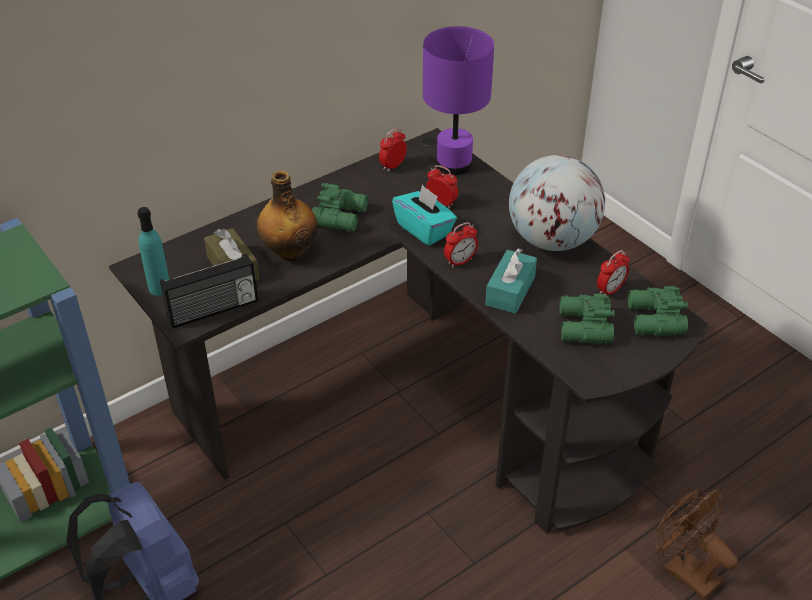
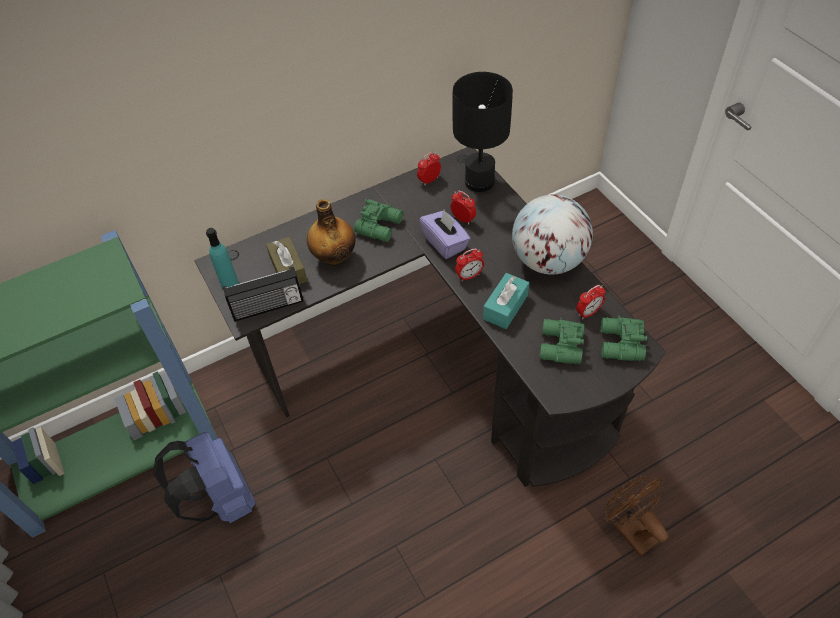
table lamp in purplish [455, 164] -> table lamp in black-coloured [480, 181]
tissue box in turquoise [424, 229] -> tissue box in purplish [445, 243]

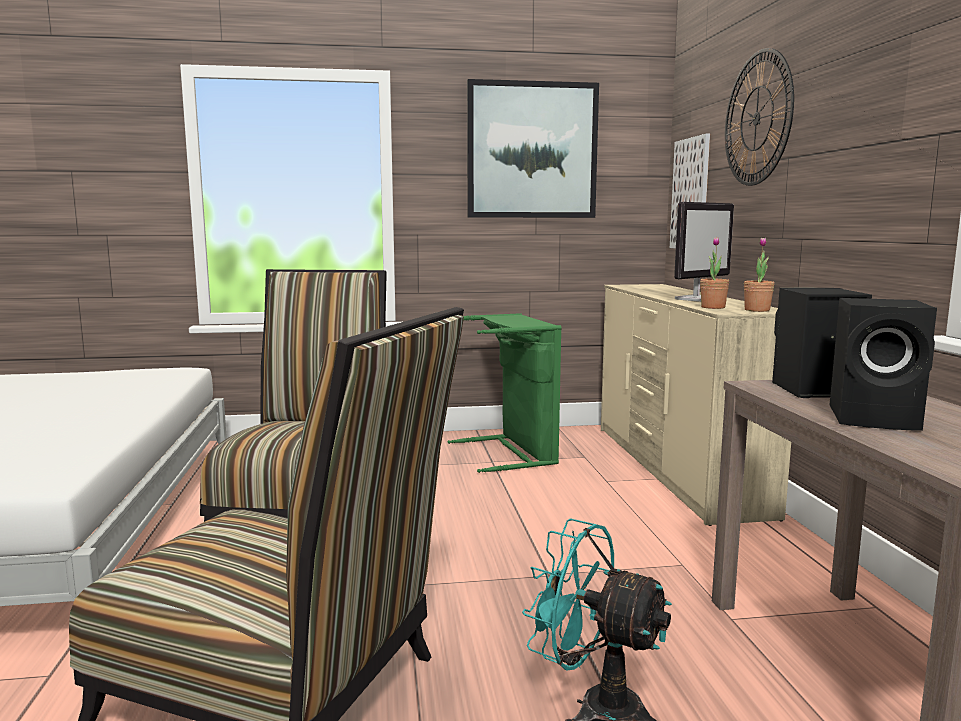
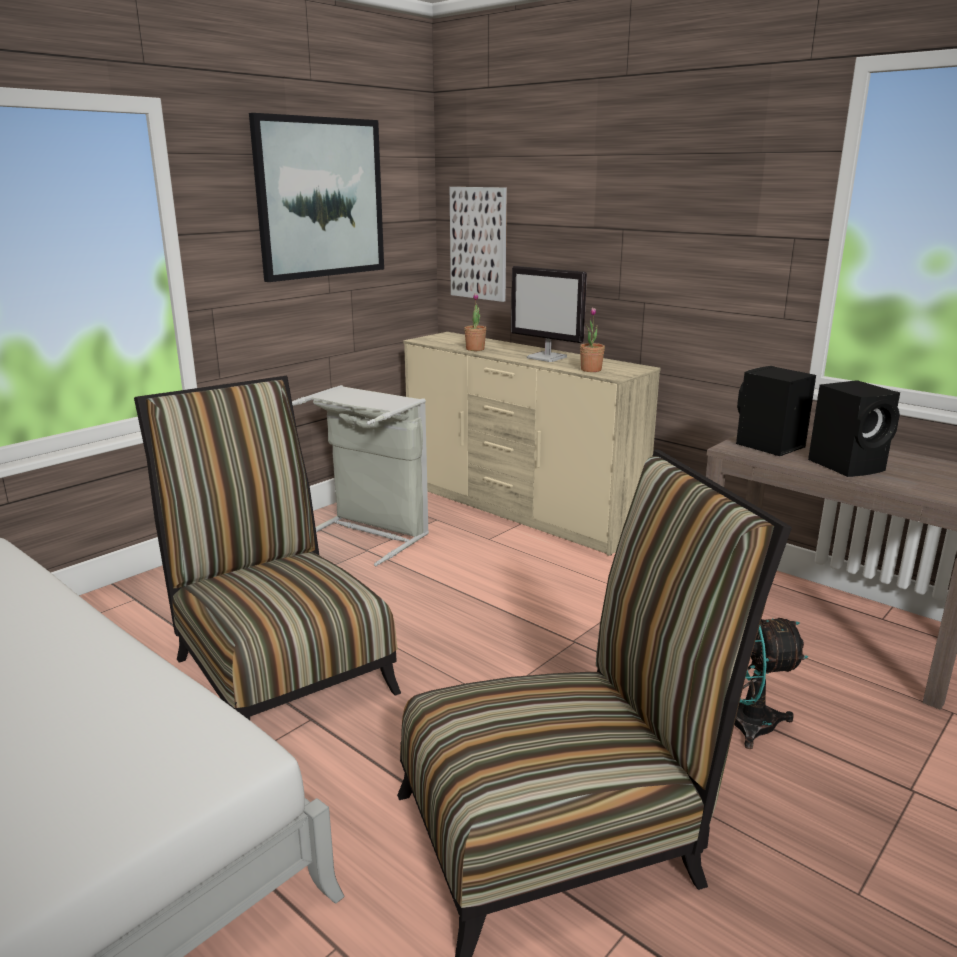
clock on the wall [757, 118] -> none
monitor [697, 299] -> monitor [547, 358], 120 degrees clockwise
plant in a pot [757, 310] -> plant in a pot [475, 349], relocated
washing basket in green-coloured [512, 452] -> washing basket in gray [370, 534]

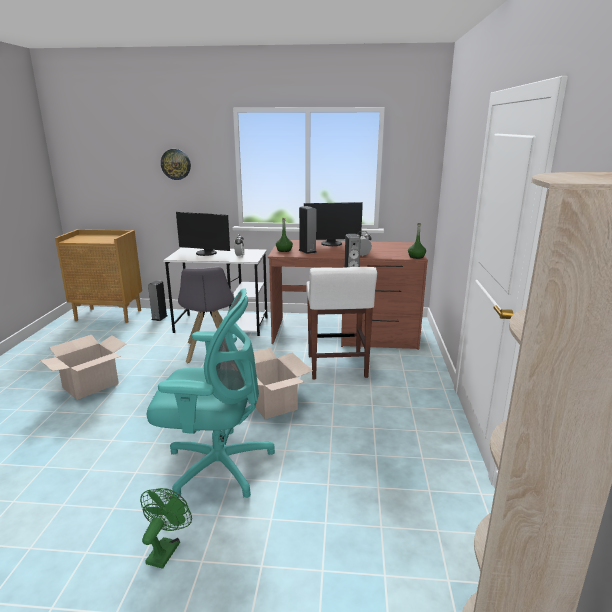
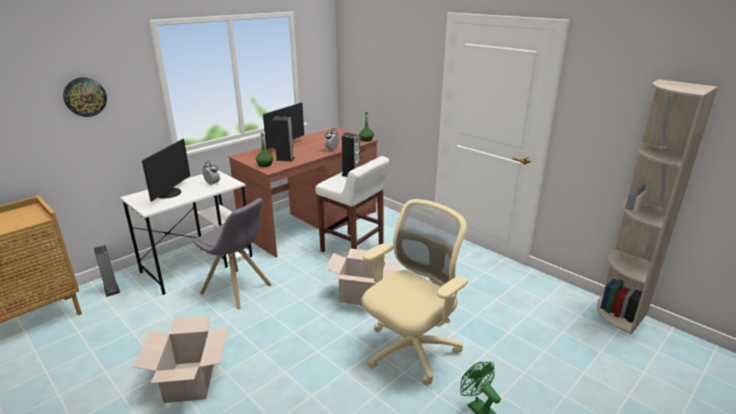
monitor [205, 253] -> monitor [170, 193], 45 degrees counterclockwise
computer chair in turquoise [212, 466] -> computer chair in sand-coloured [409, 354]

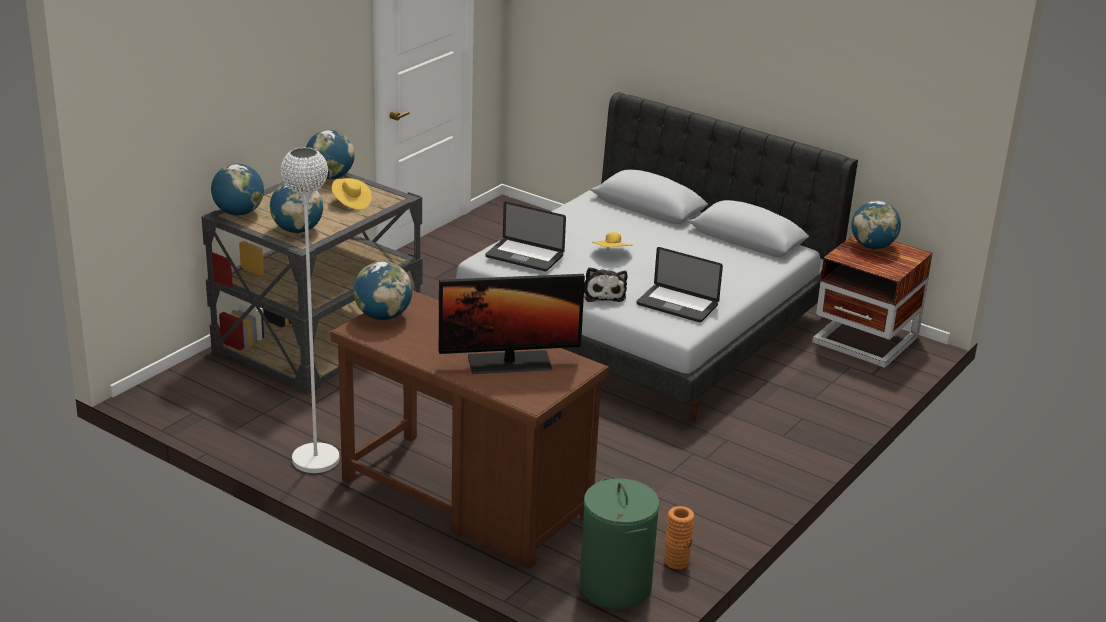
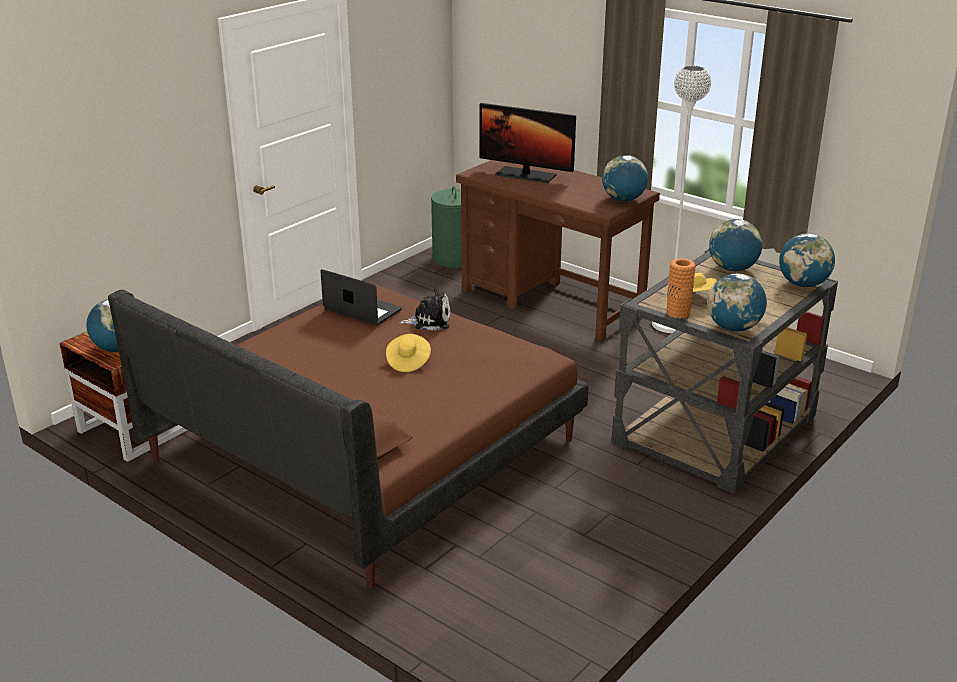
bed in gray [645, 322] -> bed in brown [366, 449]
laptop [524, 256] -> none
cuddly toy [603, 294] -> cuddly toy [429, 321], 90 degrees clockwise
monitor [509, 362] -> monitor [525, 175], 150 degrees counterclockwise
vase in orangey [676, 561] -> vase in orangey [678, 313], relocated

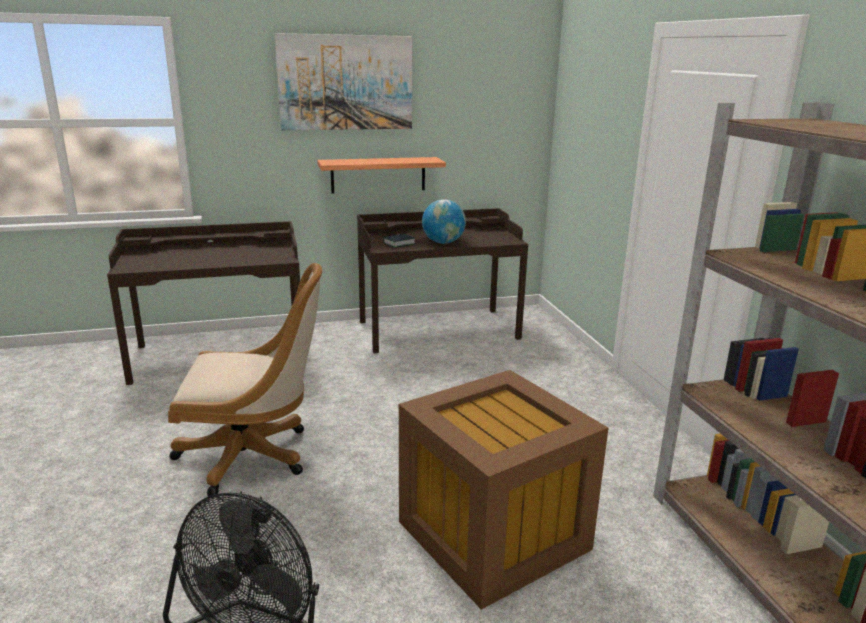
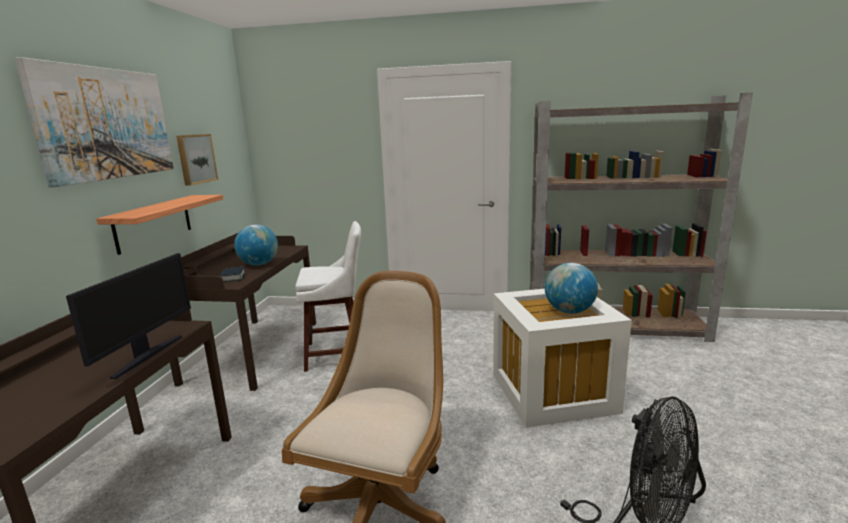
storage container in brown [493, 537] -> storage container in white [555, 393]
none -> wall art [195, 159]
none -> chair in white [338, 353]
none -> monitor [146, 356]
none -> globe [569, 311]

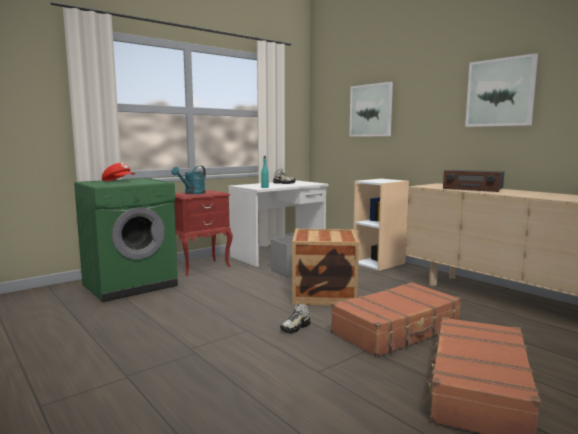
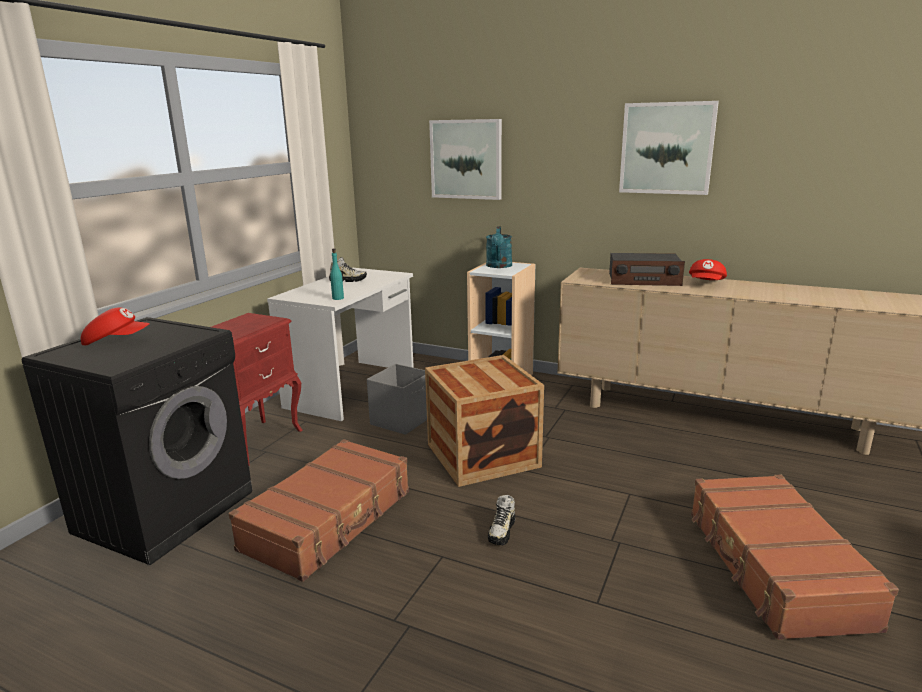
watering can in turquoise [192, 193] -> watering can in turquoise [499, 266], relocated
washing machine in green-coloured [131, 285] -> washing machine in black-coloured [168, 512]
suitcase in brown [397, 330] -> suitcase in brown [329, 520], relocated
none -> cap in reddish [706, 284]

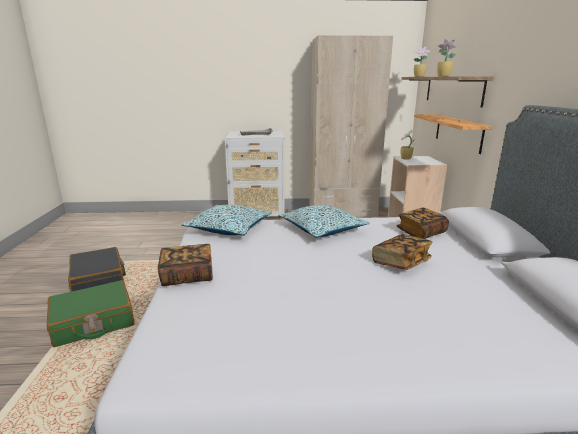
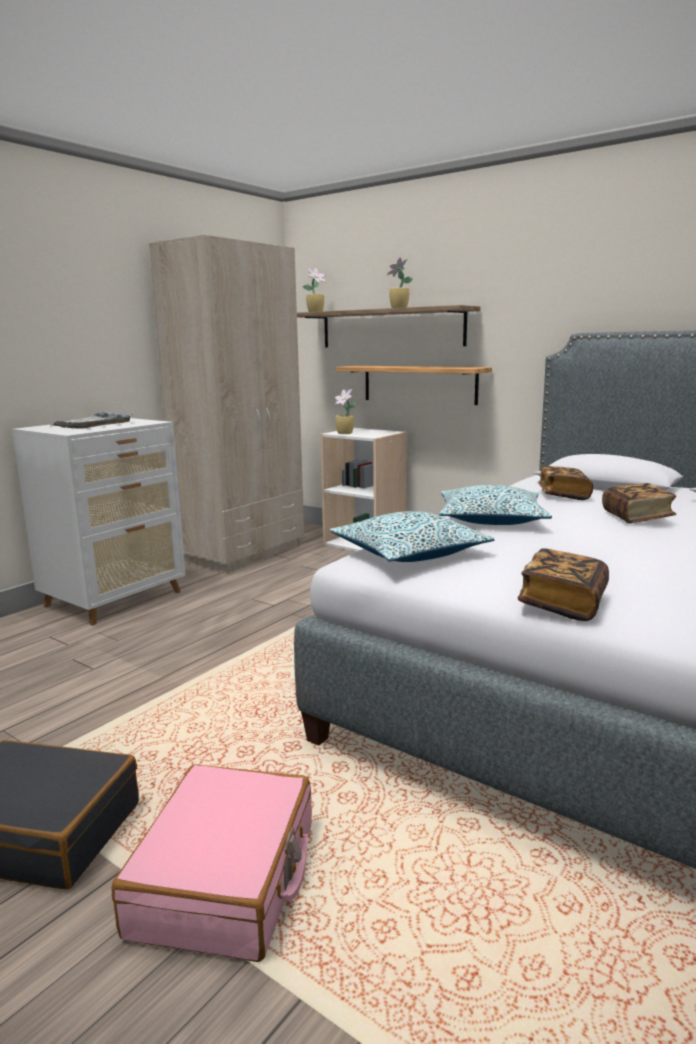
suitcase in green-coloured [93, 322] -> suitcase in pink-coloured [226, 879]

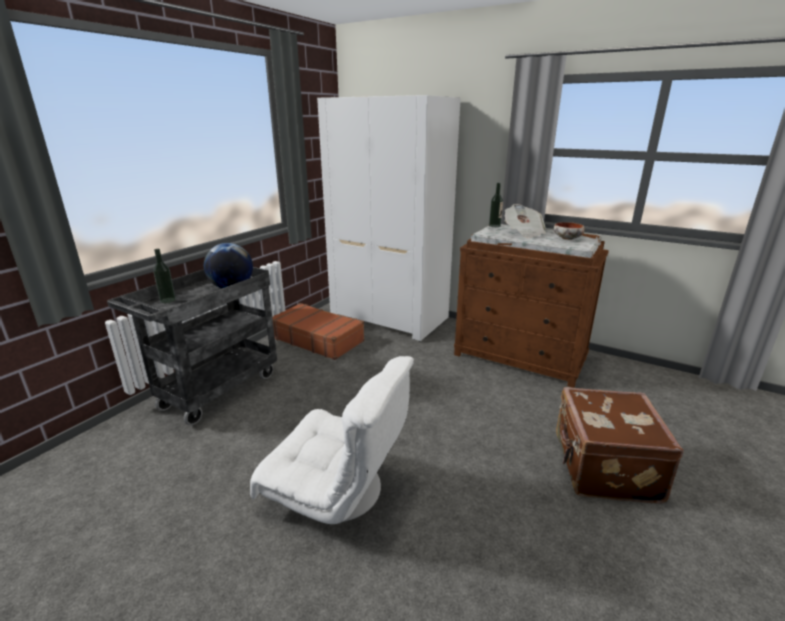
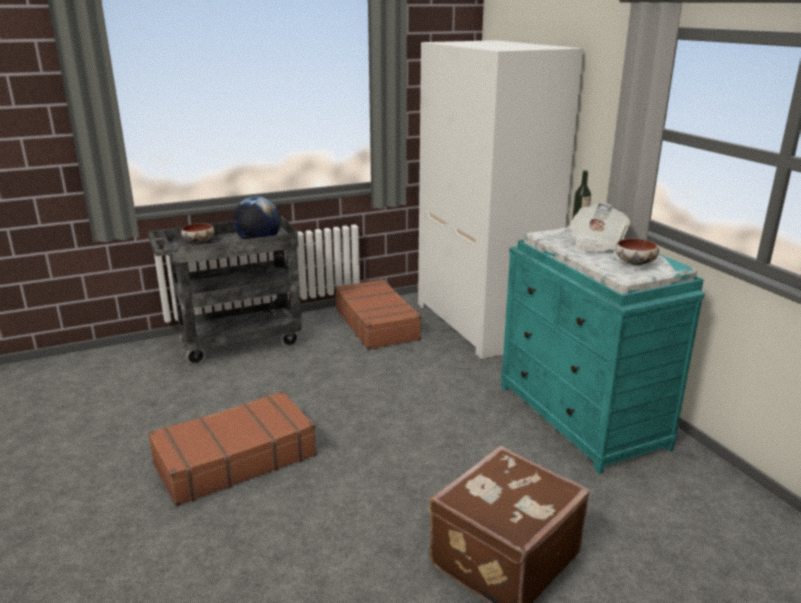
dresser in brown [520, 357] -> dresser in turquoise [581, 416]
drink bottle [168, 300] -> bowl [198, 242]
lounge chair in white [338, 491] -> suitcase in brown [234, 459]

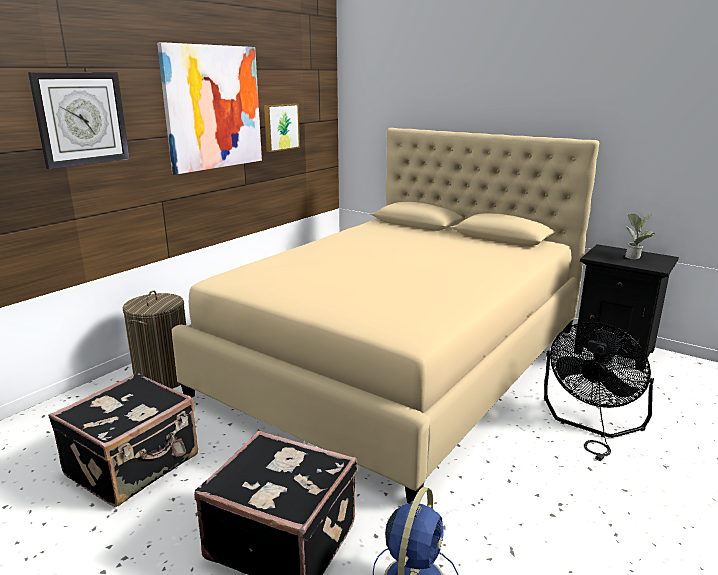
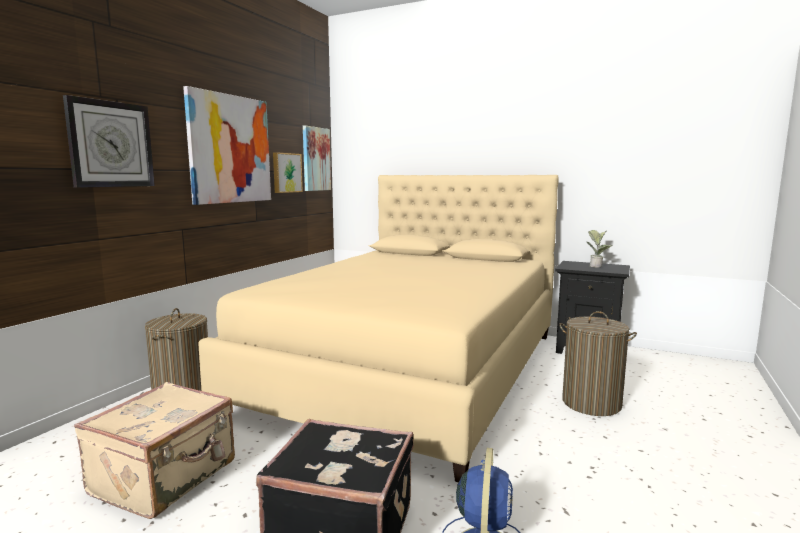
cooling fan in black-coloured [590, 424] -> washing basket [591, 403]
suitcase in black-coloured [134, 466] -> suitcase in sand-coloured [166, 478]
none -> wall art [315, 159]

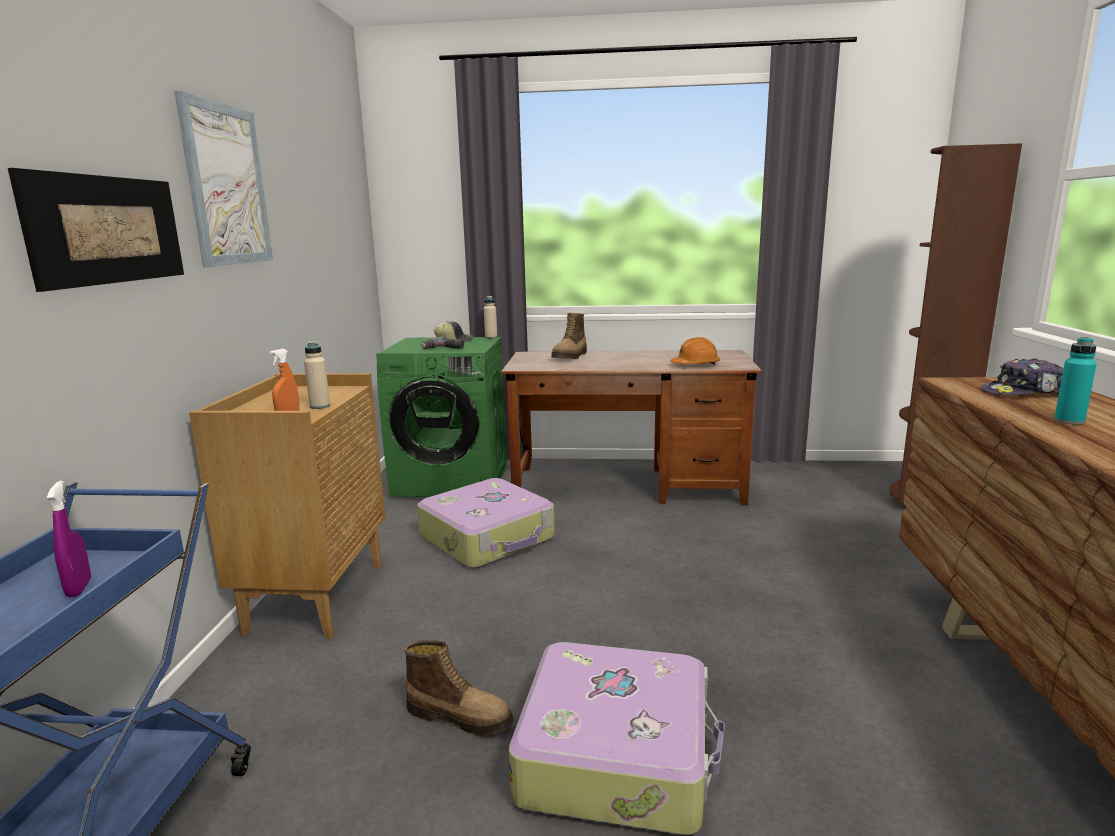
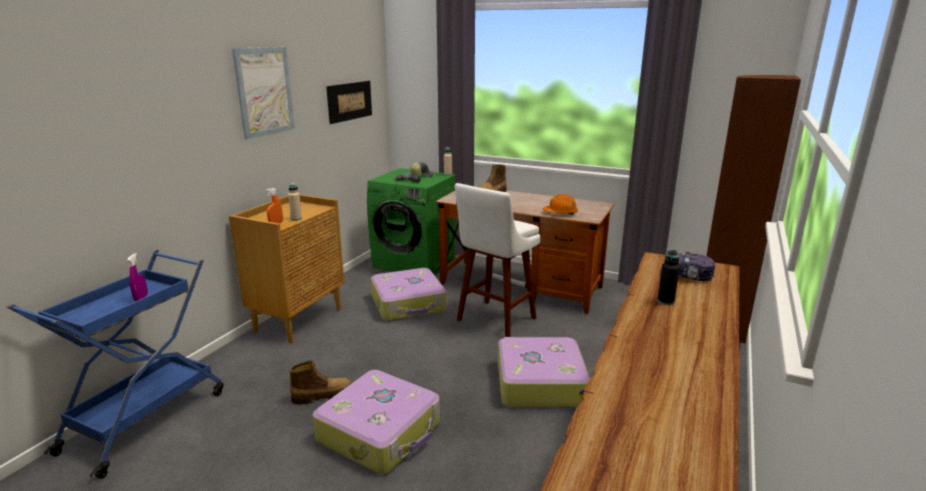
wall art [108, 230] -> wall art [349, 101], relocated
drink bottle in turquoise [1069, 421] -> drink bottle in black-coloured [665, 301]
tall boot [460, 716] -> tall boot [323, 395], 60 degrees counterclockwise
none -> stool in white [494, 320]
none -> suitcase [539, 383]

